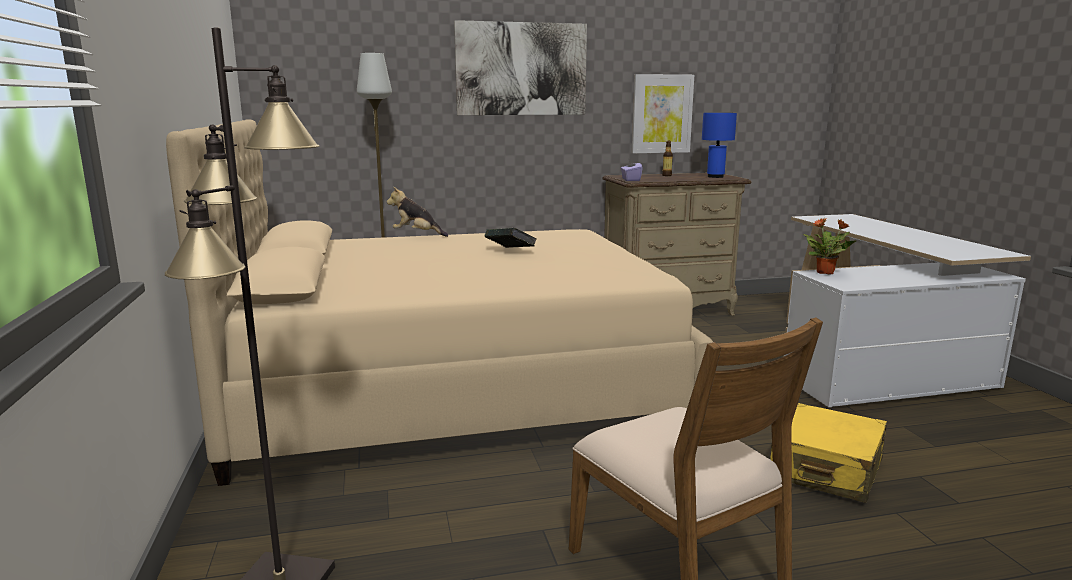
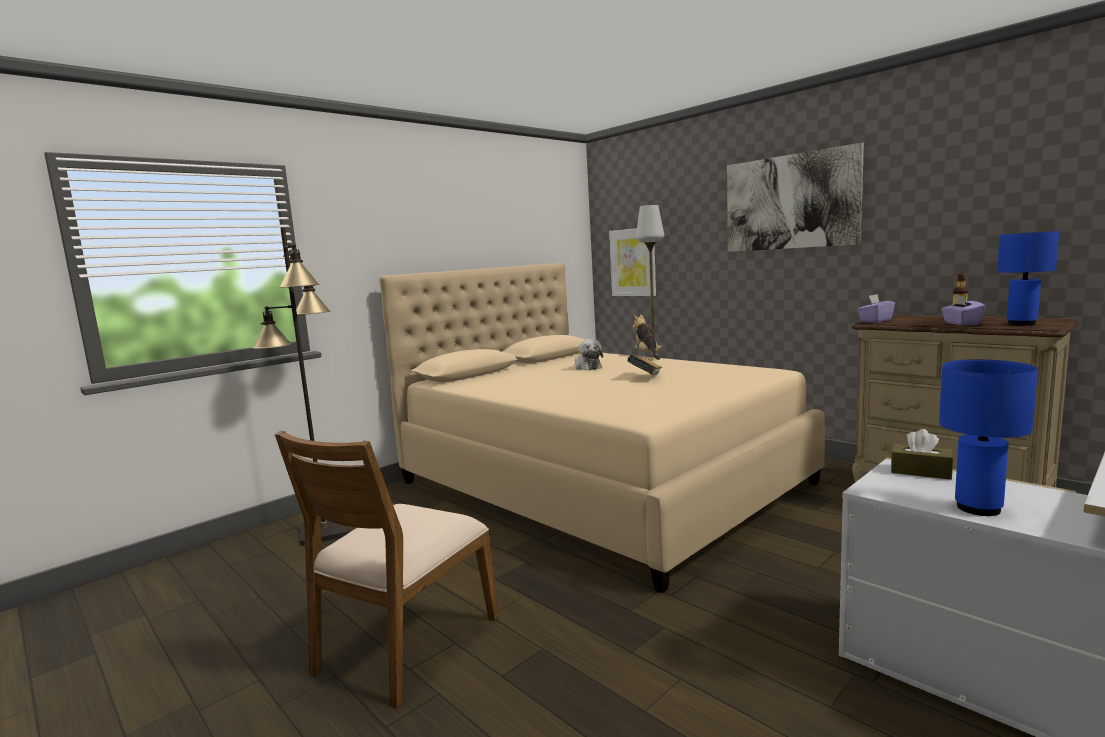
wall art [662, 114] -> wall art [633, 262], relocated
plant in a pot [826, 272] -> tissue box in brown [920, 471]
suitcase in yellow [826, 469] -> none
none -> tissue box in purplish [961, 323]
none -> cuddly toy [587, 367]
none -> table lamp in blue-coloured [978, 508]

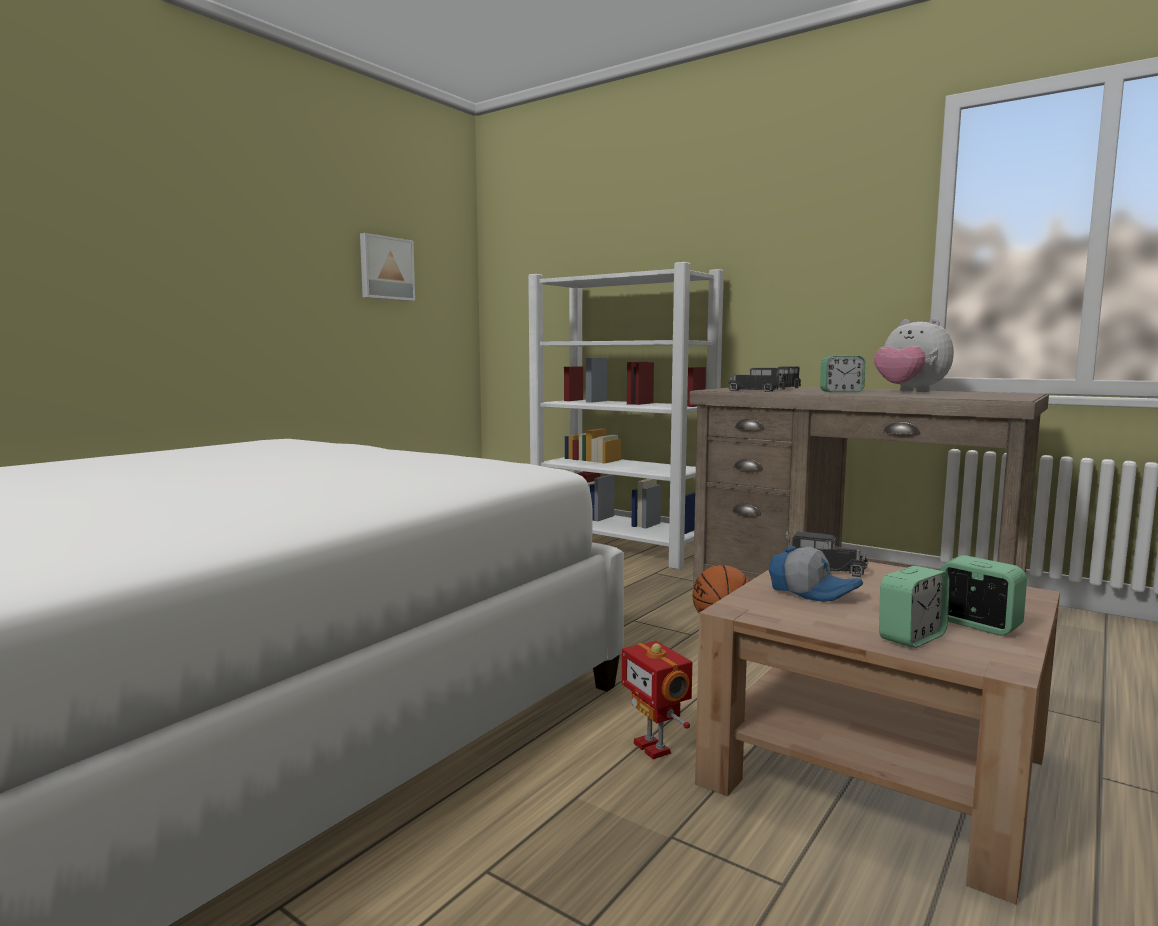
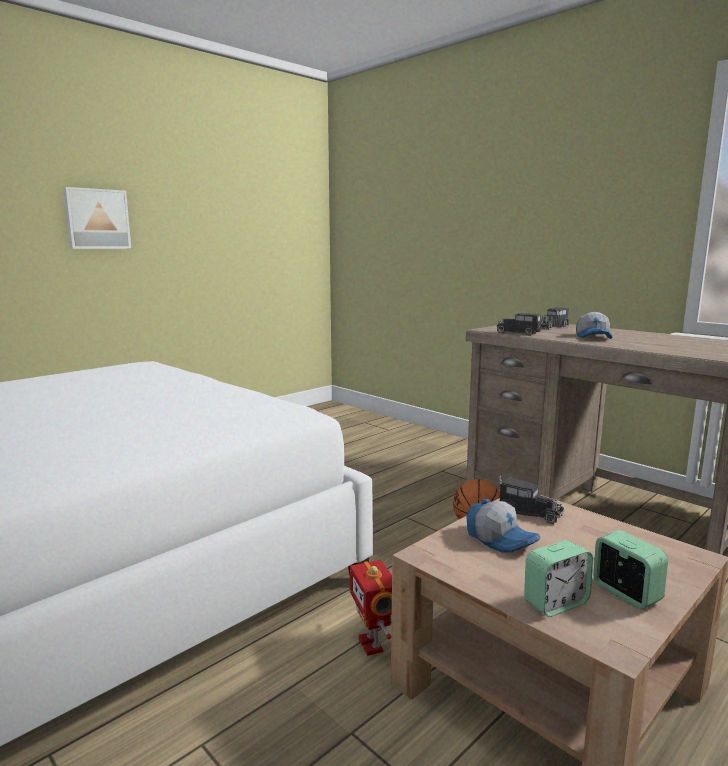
wall art [386, 268] -> wall art [97, 219], relocated
bookcase in white [621, 546] -> none
cuddly toy [909, 391] -> none
alarm clock [841, 392] -> cap [594, 337]

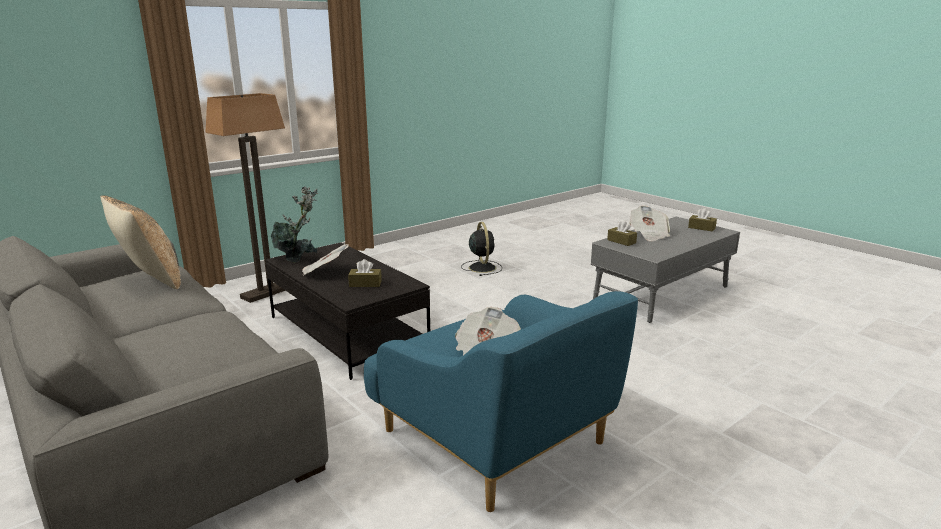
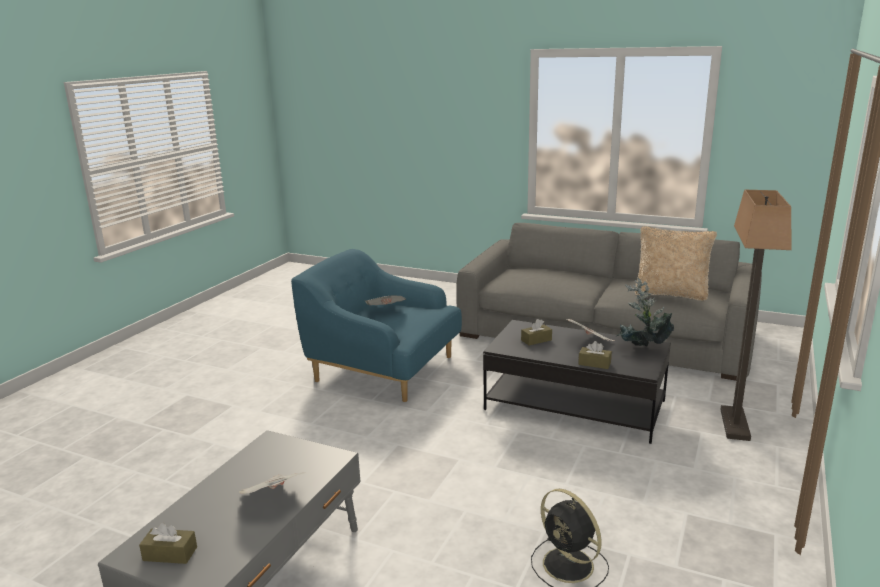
tissue box in brown [621, 241] -> tissue box in brown [594, 363], relocated

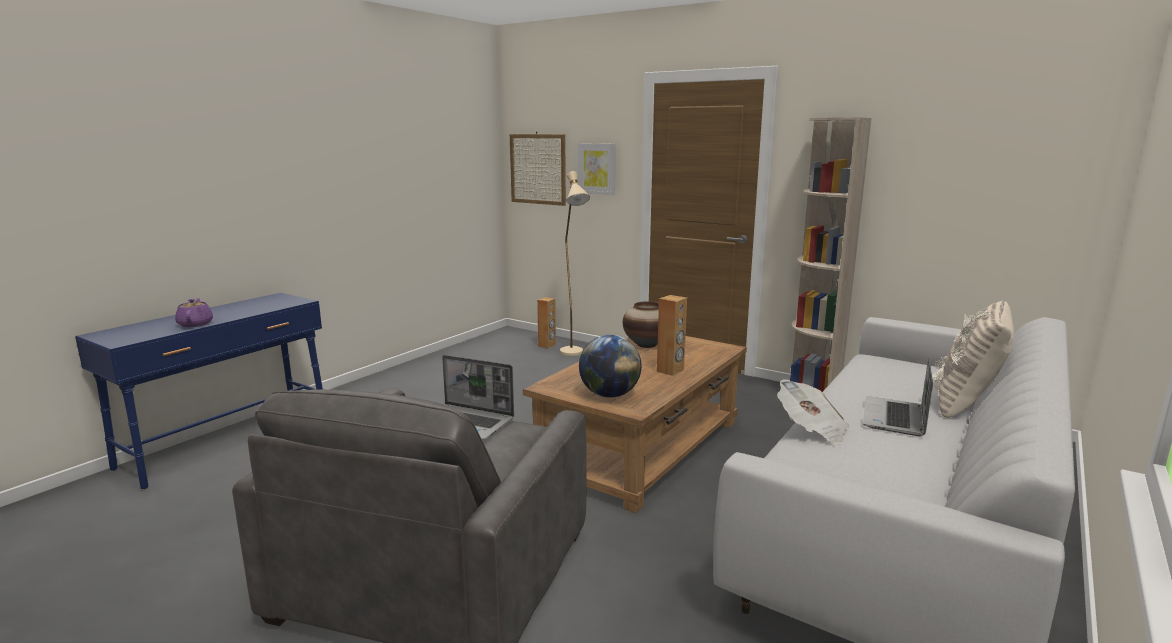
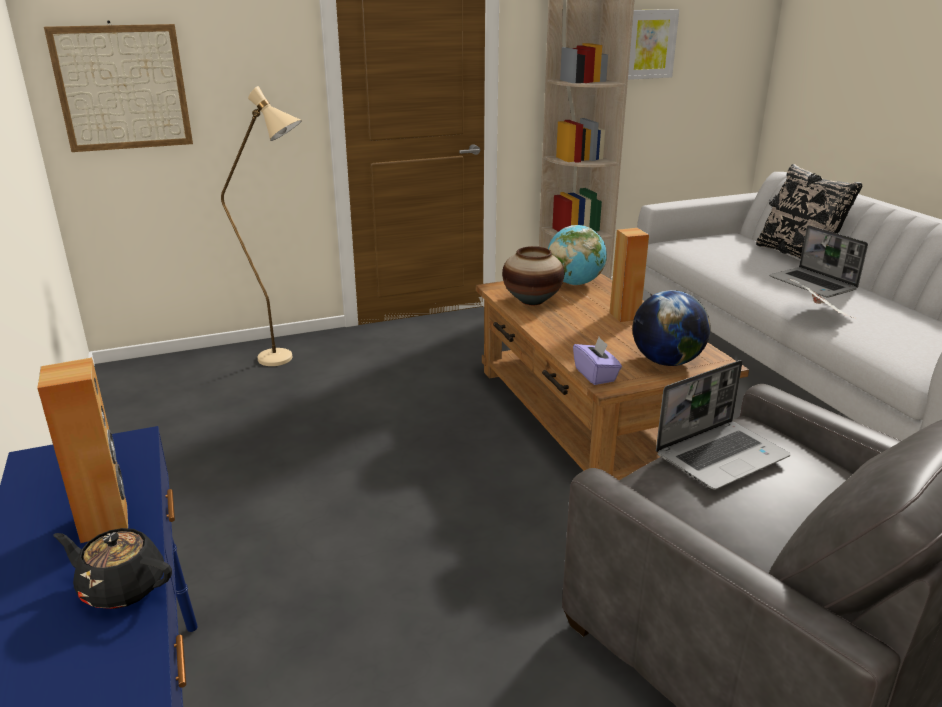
wall art [597, 168] -> wall art [649, 44], relocated
speaker in brown [547, 345] -> speaker in brown [105, 523], relocated
pot for tea in purplish [195, 324] -> pot for tea in black-coloured [121, 587]
cushion in sand-coloured [963, 403] -> cushion in black-coloured [796, 256]
none -> globe [574, 283]
none -> tissue box in purplish [595, 375]

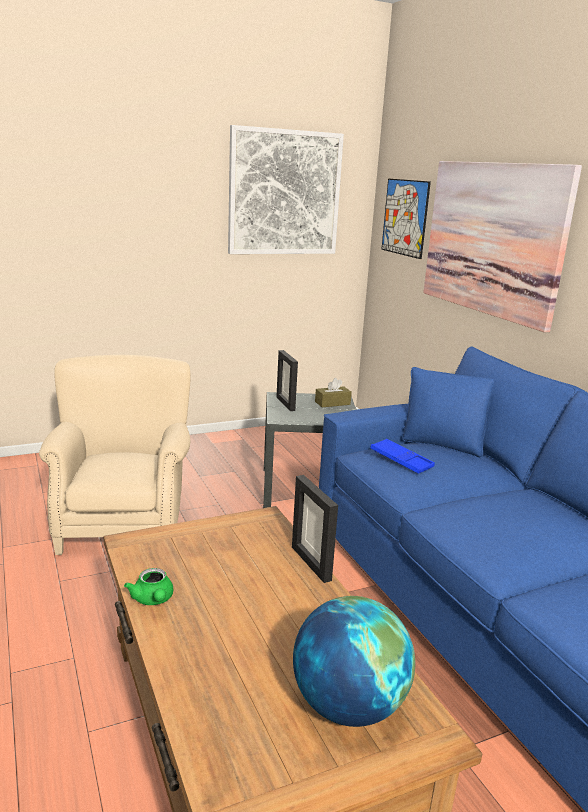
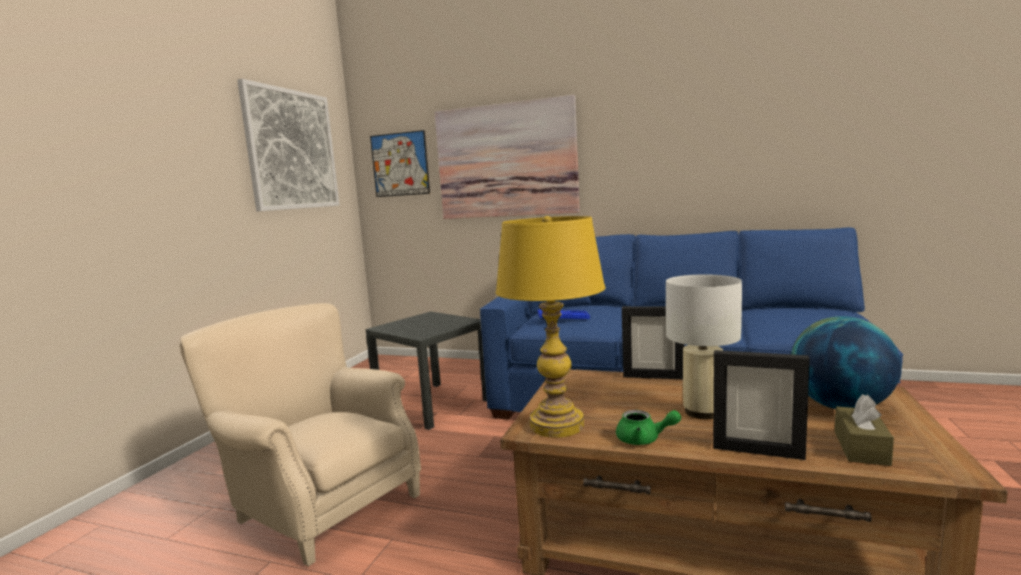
photo frame [286, 403] -> photo frame [757, 450], relocated
tissue box in brown [332, 403] -> tissue box in brown [861, 448], relocated
none -> table lamp in yellow [556, 425]
none -> table lamp in white [701, 412]

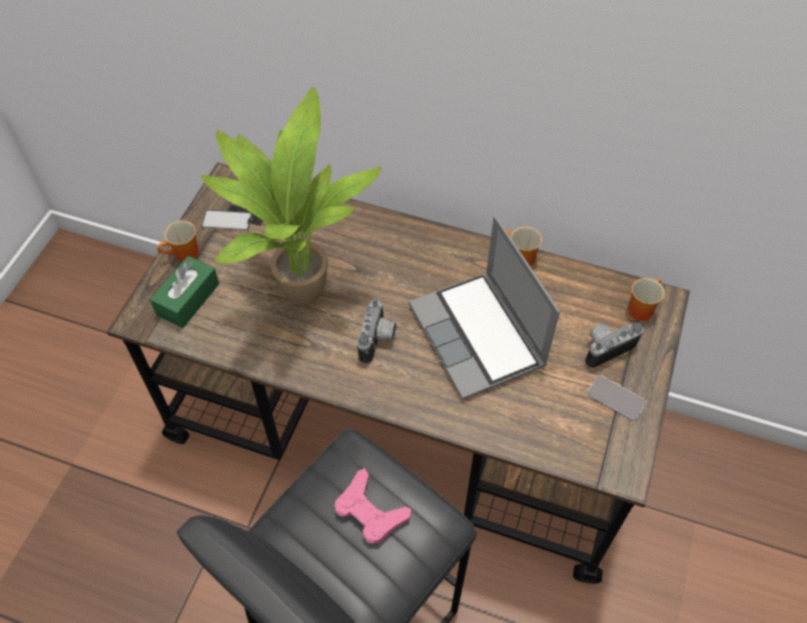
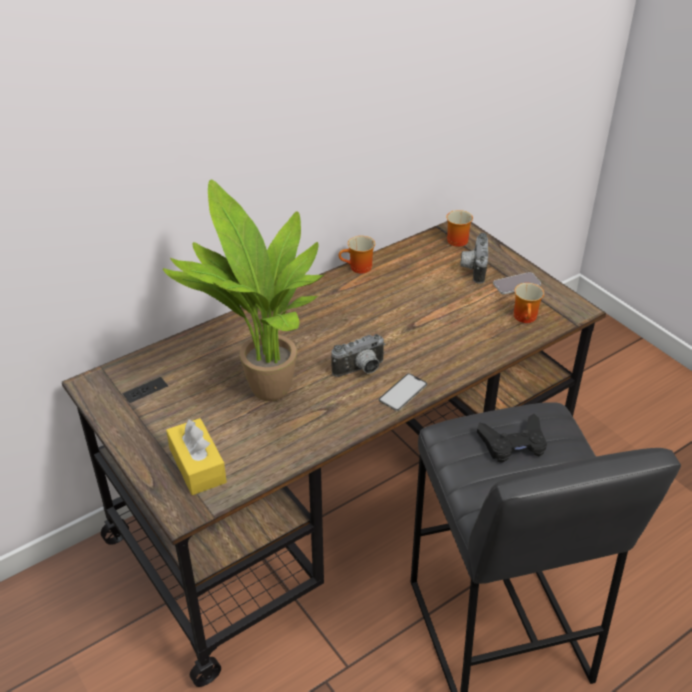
handset [227, 220] -> handset [403, 392], relocated
laptop [479, 337] -> none
coffee mug [184, 255] -> coffee mug [527, 318], relocated
tissue box in green-coloured [188, 299] -> tissue box in yellow [197, 466]
still camera [378, 341] -> still camera [361, 370], 105 degrees clockwise
joypad in pink-coloured [370, 511] -> joypad in black-coloured [513, 443]

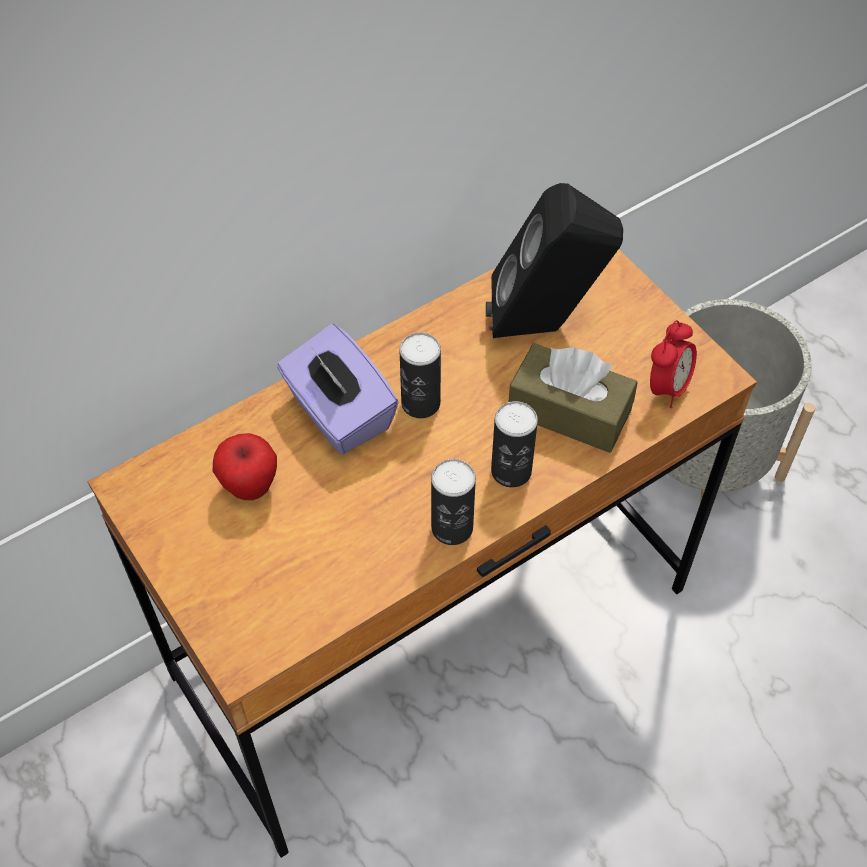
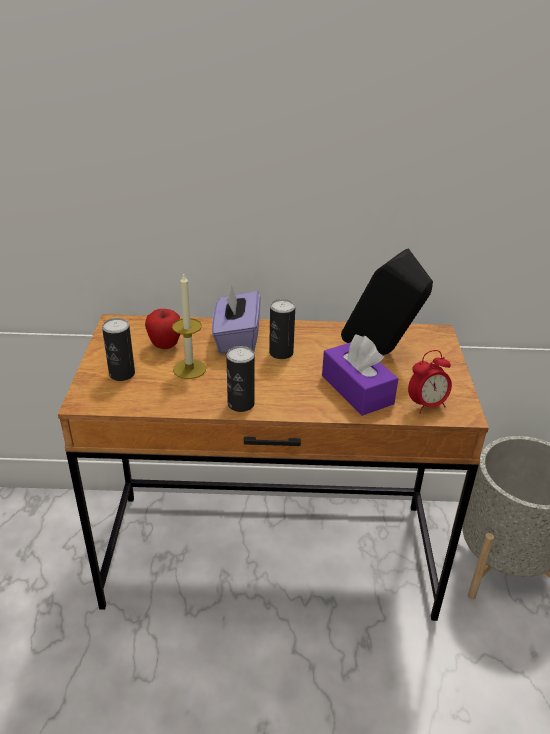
tissue box in brown [569, 411] -> tissue box in purplish [357, 390]
metal can [511, 471] -> metal can [122, 374], relocated
none -> wax light [189, 369]

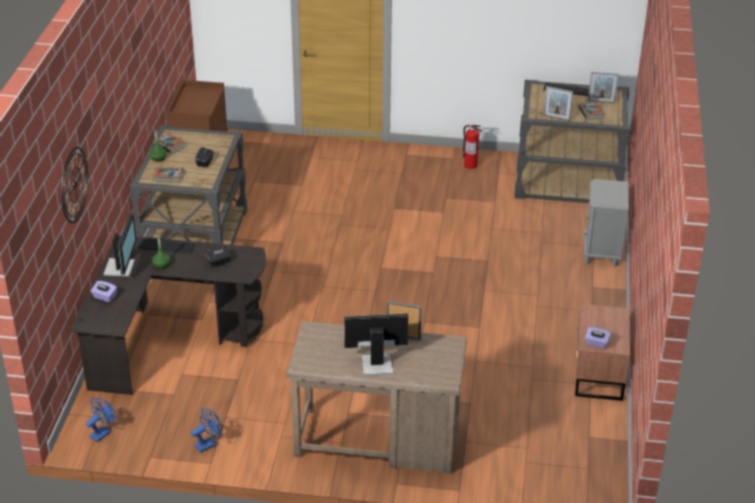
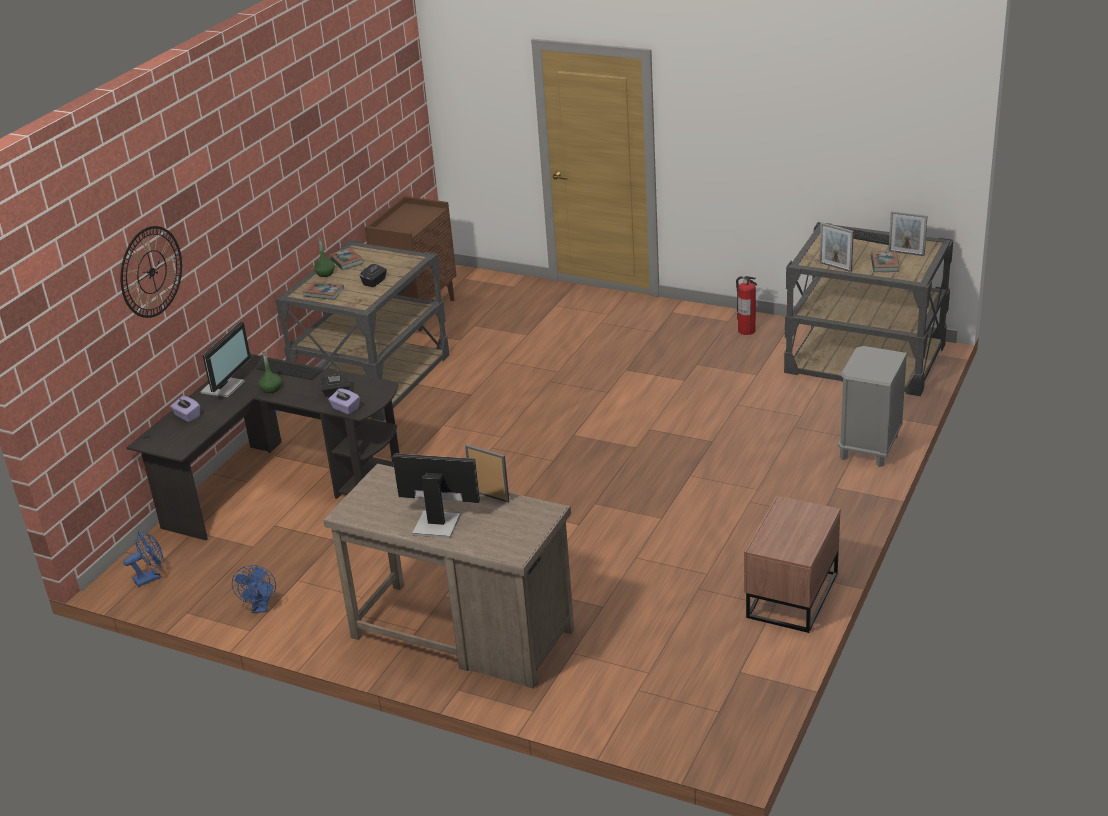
tissue box in purplish [596, 343] -> tissue box in purplish [345, 409], relocated
cooling fan in blue-coloured [209, 444] -> cooling fan in blue-coloured [260, 608], 105 degrees clockwise

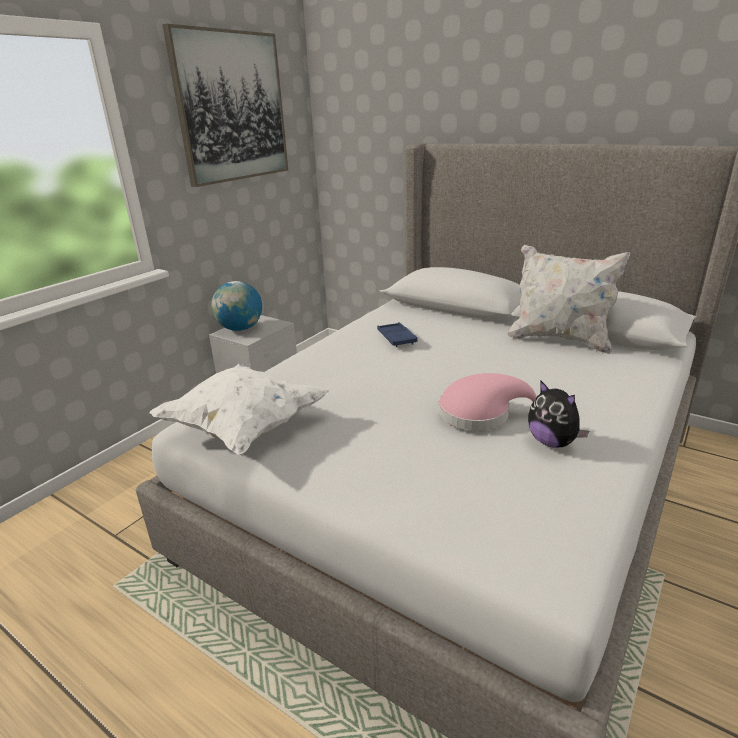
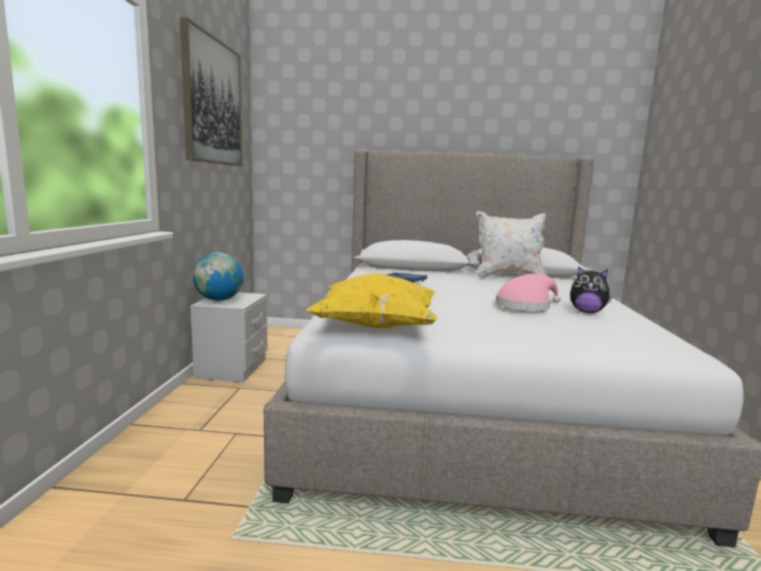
cushion in white [244, 428] -> cushion in yellow [375, 327]

